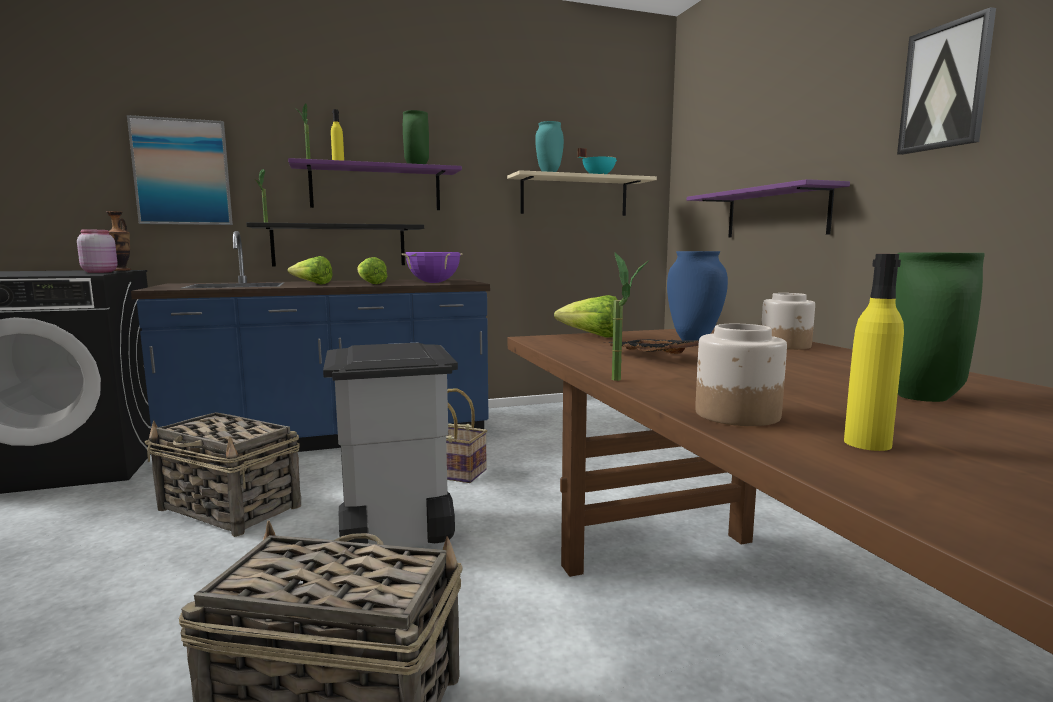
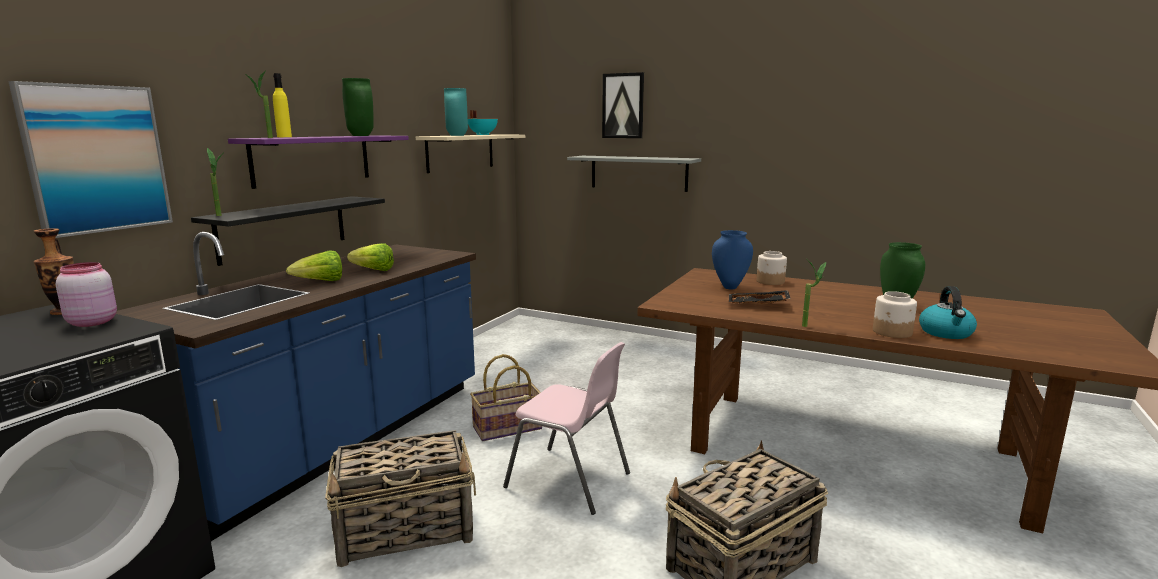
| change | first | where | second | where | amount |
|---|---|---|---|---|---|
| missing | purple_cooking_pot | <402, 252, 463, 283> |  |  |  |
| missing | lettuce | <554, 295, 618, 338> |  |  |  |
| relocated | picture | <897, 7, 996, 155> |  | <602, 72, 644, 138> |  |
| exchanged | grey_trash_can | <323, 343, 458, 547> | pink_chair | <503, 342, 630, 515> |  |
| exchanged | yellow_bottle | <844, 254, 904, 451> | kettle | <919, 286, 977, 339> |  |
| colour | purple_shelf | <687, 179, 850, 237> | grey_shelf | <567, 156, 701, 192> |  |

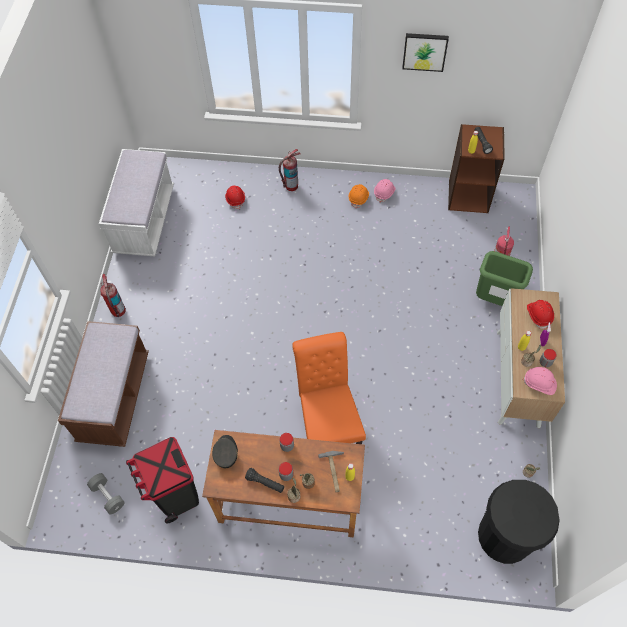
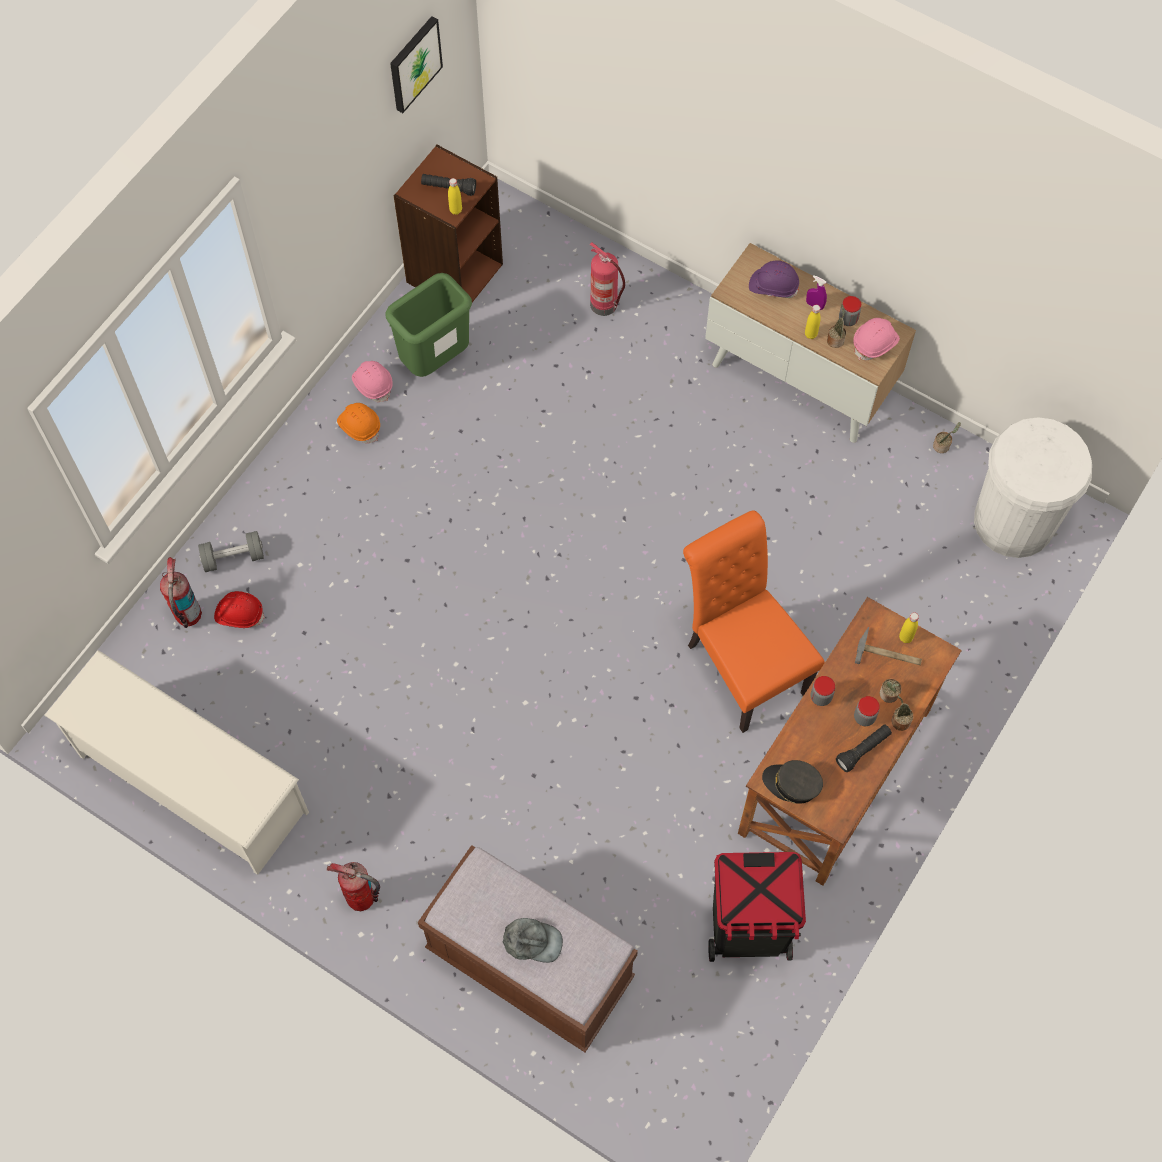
| change | first | where | second | where | amount |
|---|---|---|---|---|---|
| appeared |  |  | grey_cap | <503, 918, 563, 963> |  |
| relocated | grey_dumbbell | <87, 473, 125, 514> |  | <198, 531, 264, 572> |  |
| relocated | fire_extinguisher | <279, 149, 300, 191> |  | <160, 557, 202, 628> |  |
| relocated | picture | <402, 33, 449, 72> |  | <390, 16, 443, 113> |  |
| relocated | green_trash_can | <476, 251, 533, 306> |  | <385, 273, 472, 377> |  |
| exchanged | white_bench | <99, 149, 174, 257> | white_shoe_rack | <44, 650, 309, 875> |  |
| colour | black_trash_can | <478, 480, 560, 564> | white_trash_can | <974, 417, 1092, 558> |  |
| colour | red_hard_hat | <527, 300, 554, 329> | purple_hard_hat | <749, 260, 799, 298> |  |
| spun | orange_chair | <292, 332, 366, 444> |  | <683, 510, 825, 733> | 45 degrees clockwise |

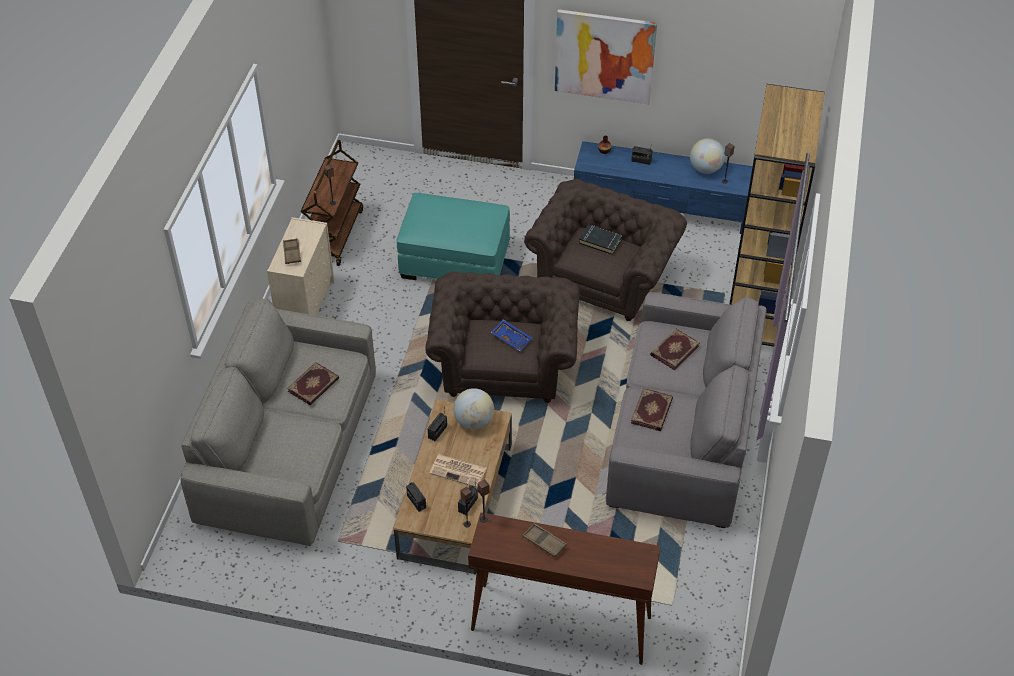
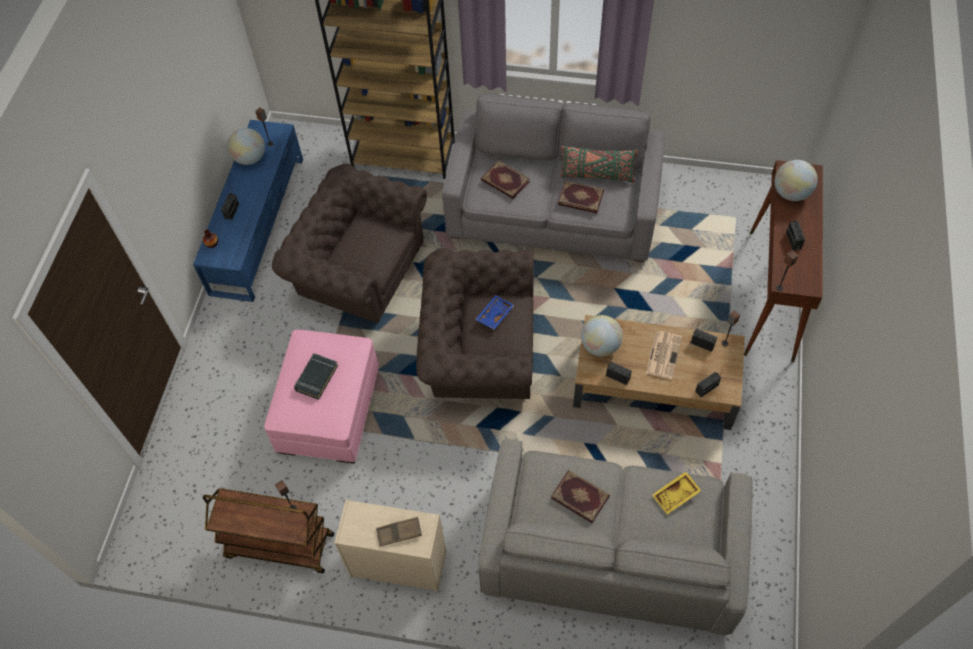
| change | first | where | second | where | amount |
|---|---|---|---|---|---|
| missing | picture | <555, 9, 657, 104> |  |  |  |
| appeared |  |  | green_pillow | <560, 146, 638, 183> |  |
| appeared |  |  | yellow_tray | <652, 472, 701, 514> |  |
| appeared |  |  | globe | <774, 160, 818, 201> |  |
| relocated | black_book | <579, 224, 622, 255> |  | <294, 353, 338, 400> |  |
| exchanged | brown_tray | <522, 523, 567, 557> | radio | <786, 220, 805, 250> |  |
| colour | turquoise_ottoman | <397, 193, 510, 280> | pink_ottoman | <264, 329, 379, 464> |  |

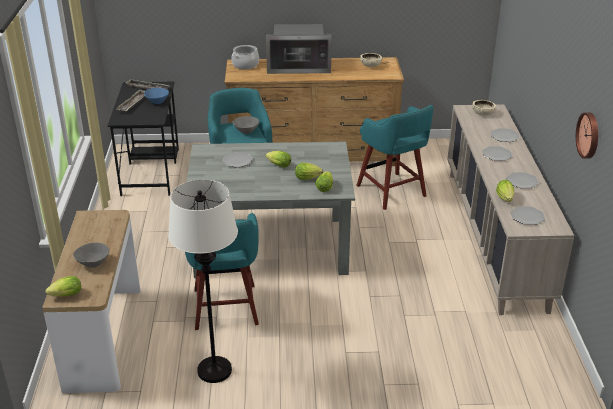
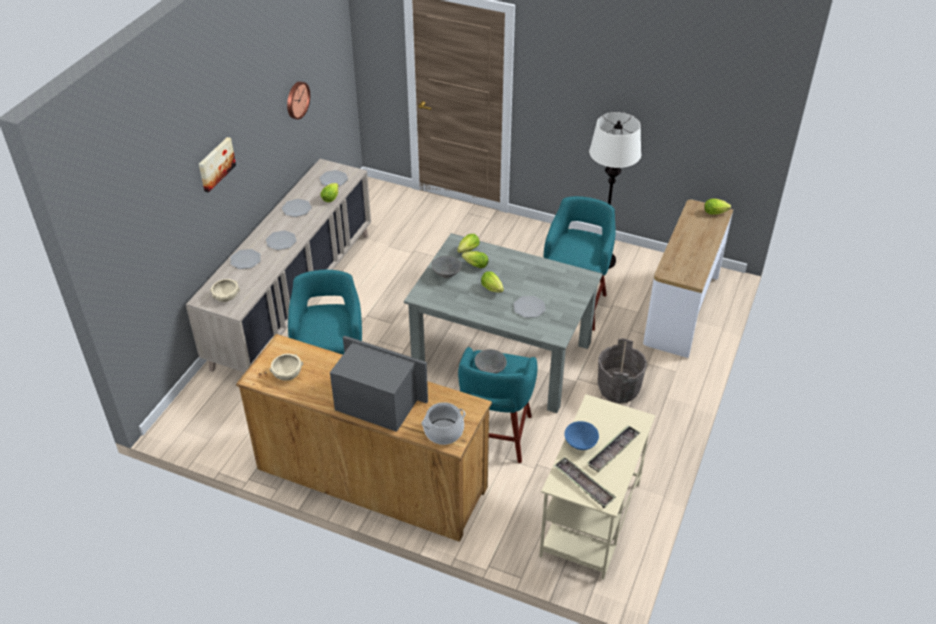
| change | first | where | second | where | amount |
|---|---|---|---|---|---|
| appeared |  |  | picture | <199, 137, 236, 193> |  |
| appeared |  |  | grey_bucket | <598, 338, 647, 403> |  |
| relocated | grey_bowl | <73, 242, 109, 268> |  | <432, 256, 462, 278> |  |
| colour | black_desk | <107, 82, 179, 196> | beige_desk | <539, 394, 655, 580> |  |

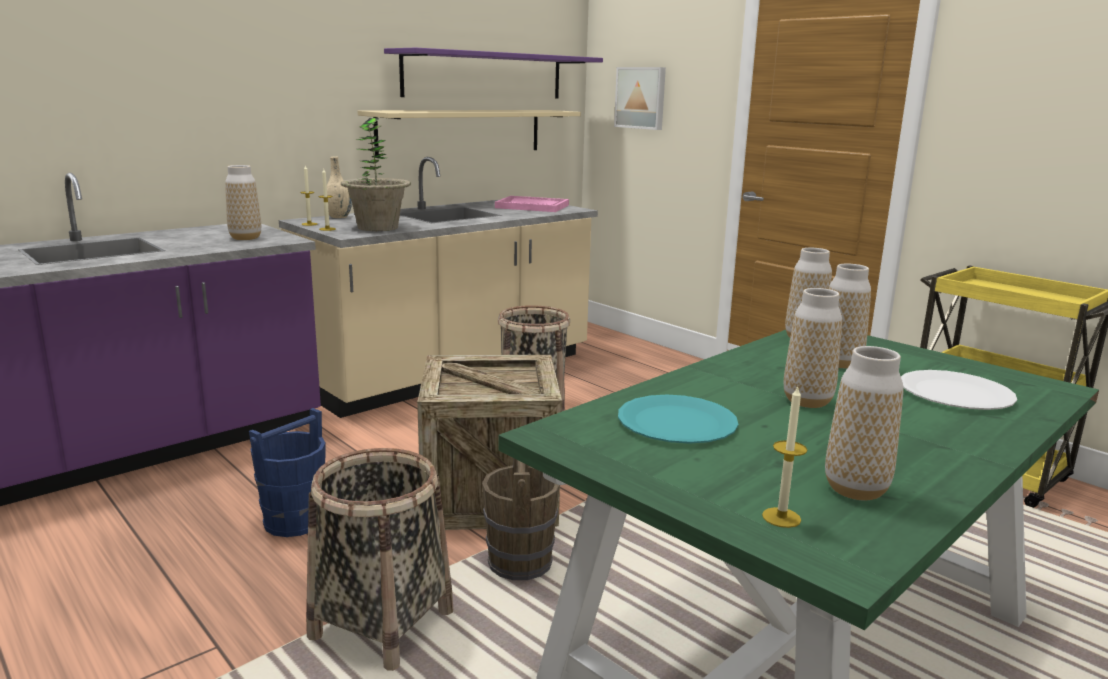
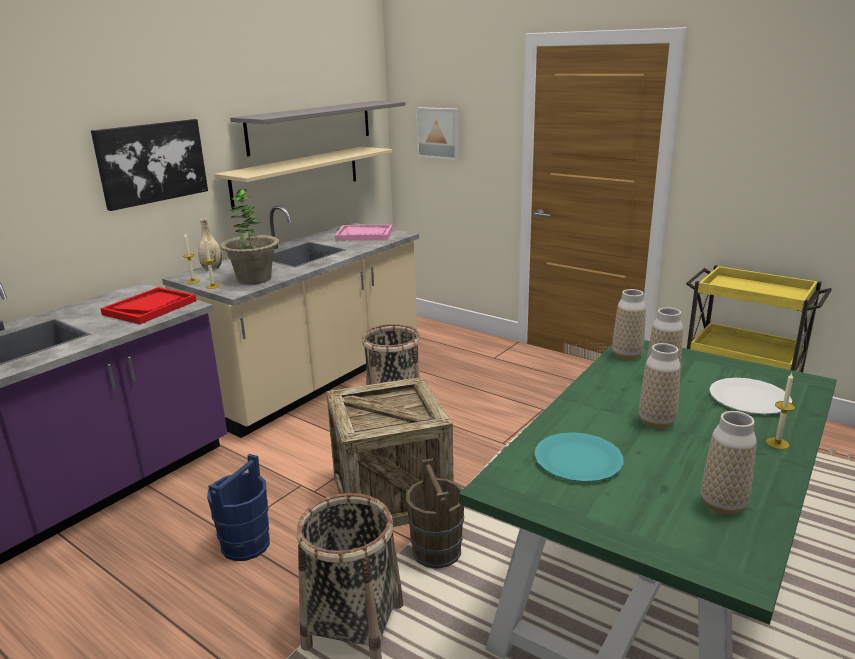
| change | first | where | second | where | amount |
|---|---|---|---|---|---|
| appeared |  |  | picture | <91, 119, 208, 211> |  |
| relocated | candle | <762, 386, 807, 528> |  | <766, 373, 795, 449> |  |
| exchanged | vase | <225, 165, 261, 240> | red_tray | <100, 287, 197, 324> |  |
| colour | purple_shelf | <384, 48, 603, 99> | grey_shelf | <230, 101, 405, 156> |  |

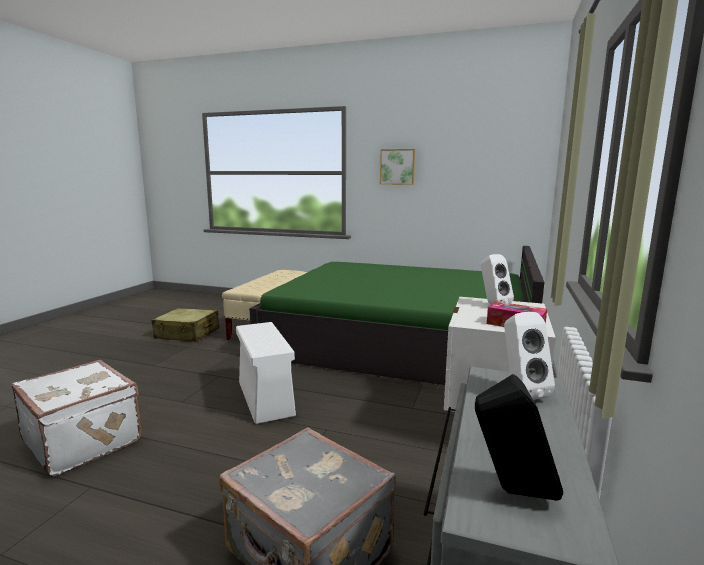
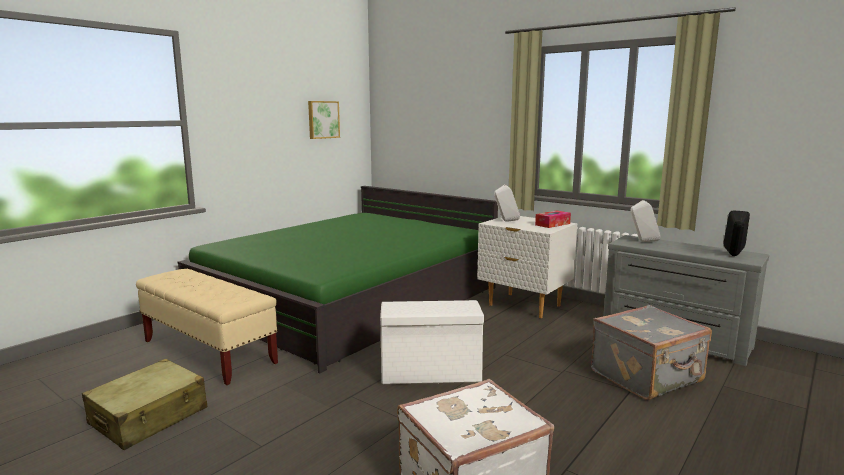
| change | first | where | second | where | amount |
|---|---|---|---|---|---|
| relocated | picture | <380, 149, 415, 185> |  | <308, 101, 340, 139> |  |

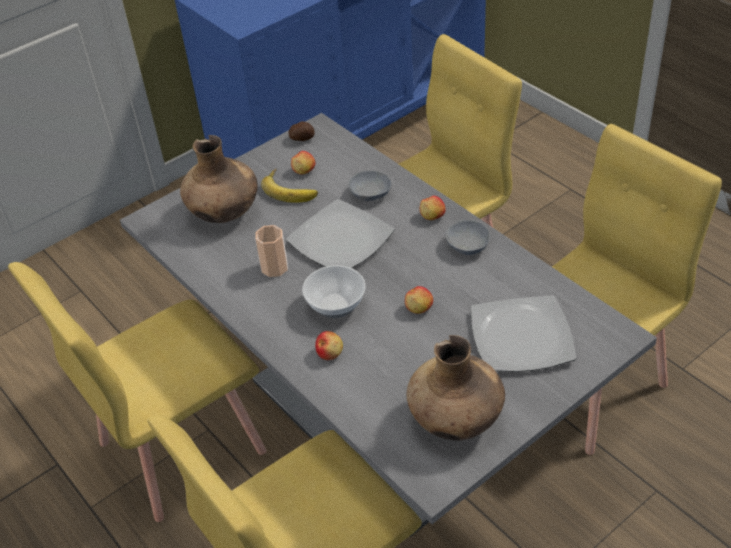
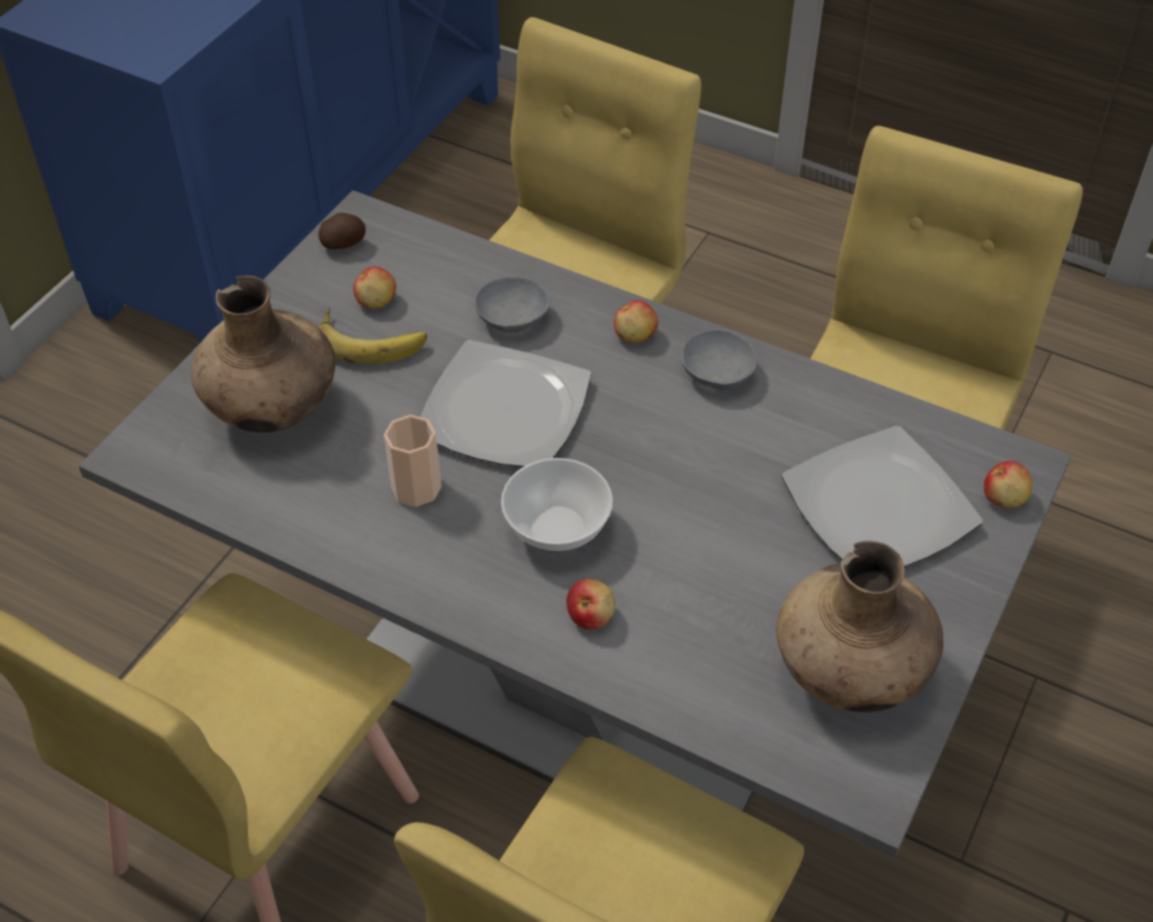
| change | first | where | second | where | amount |
|---|---|---|---|---|---|
| relocated | apple | <405, 286, 433, 314> |  | <984, 461, 1033, 508> |  |

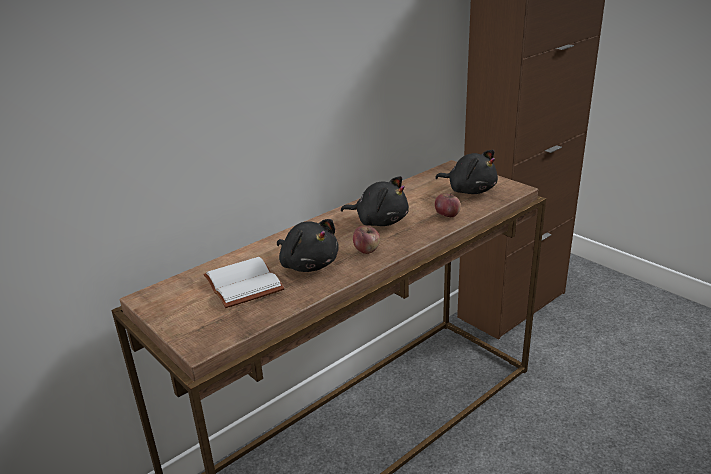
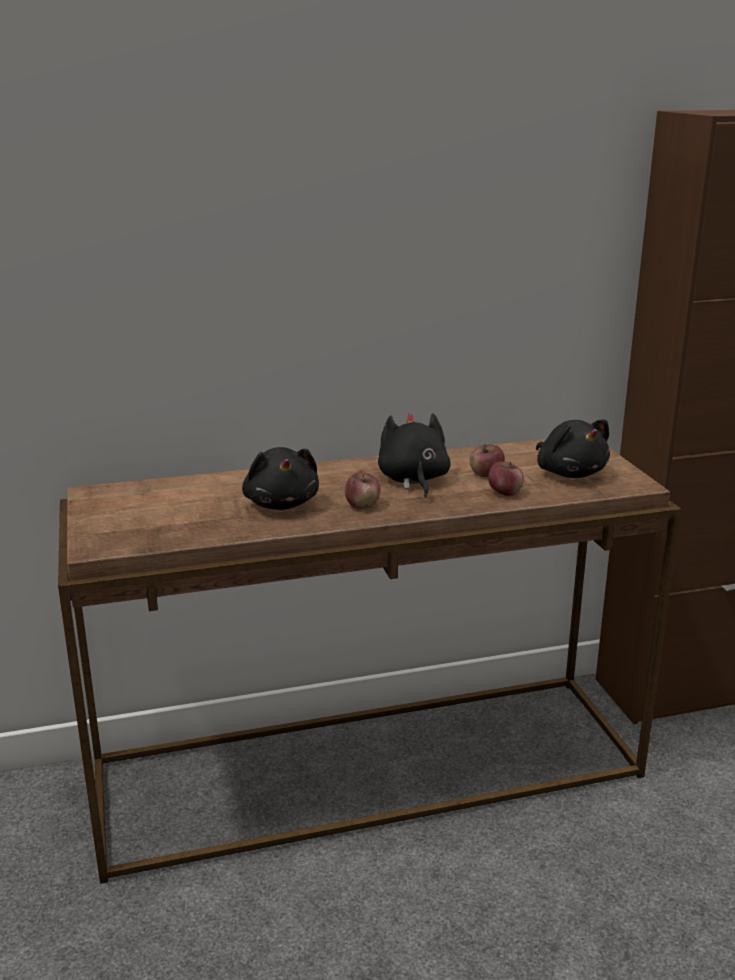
| change | first | where | second | where | amount |
|---|---|---|---|---|---|
| missing | white_book | <203, 257, 285, 308> |  |  |  |
| appeared |  |  | apple | <470, 444, 505, 477> |  |
| spun | black_plush_toy | <341, 176, 409, 226> |  | <378, 413, 451, 498> | 150 degrees counterclockwise |

